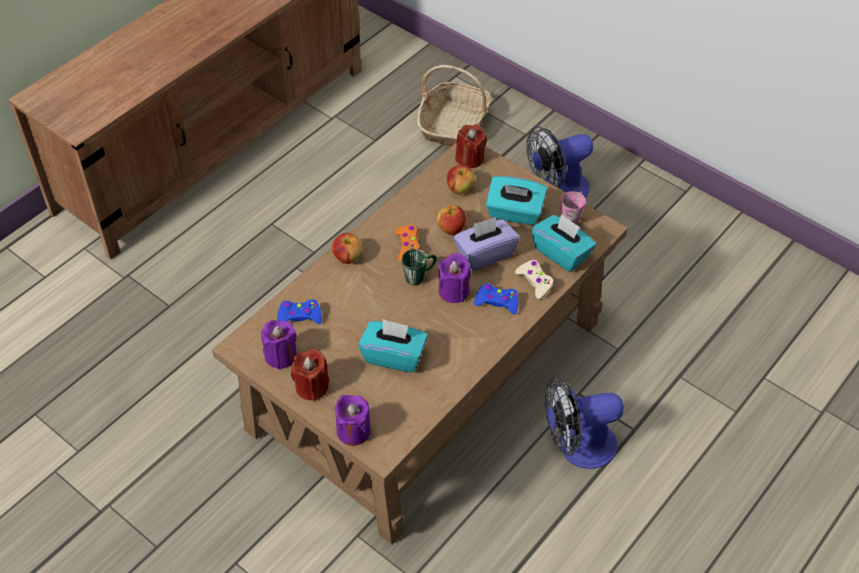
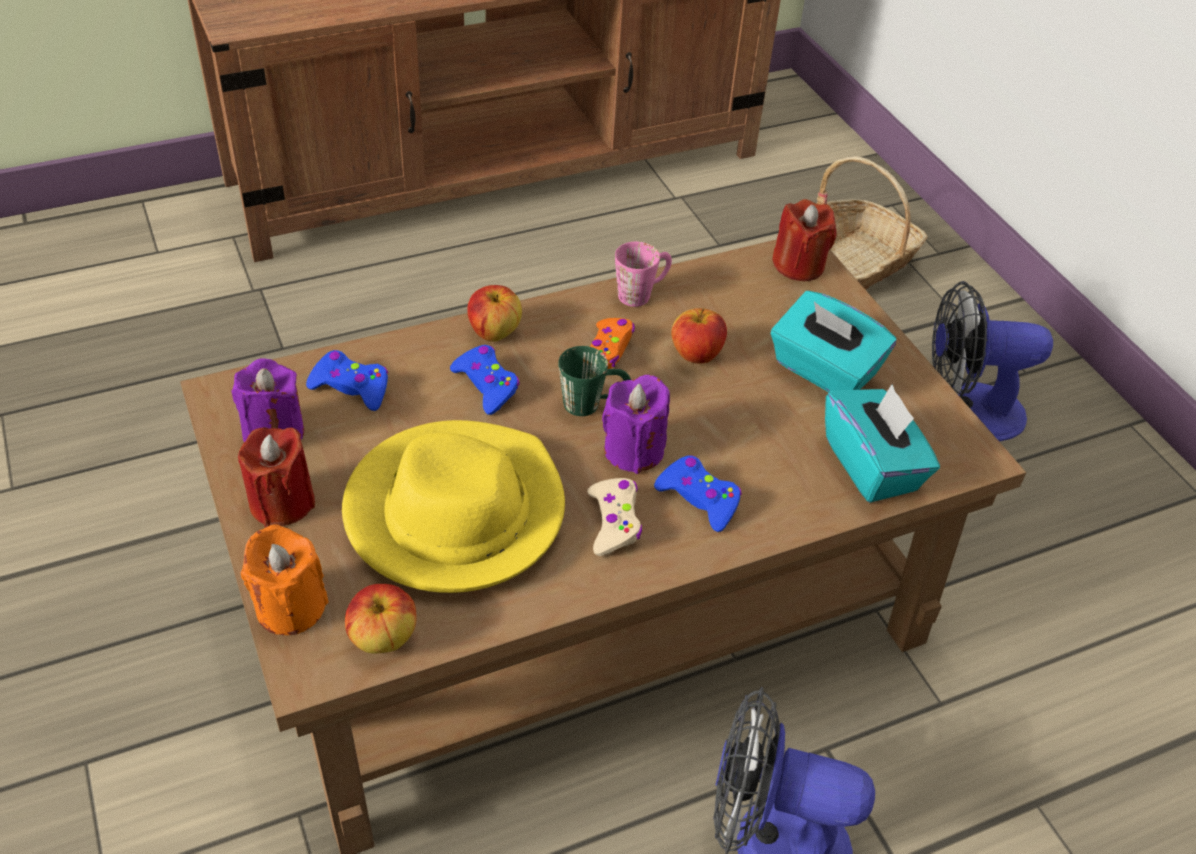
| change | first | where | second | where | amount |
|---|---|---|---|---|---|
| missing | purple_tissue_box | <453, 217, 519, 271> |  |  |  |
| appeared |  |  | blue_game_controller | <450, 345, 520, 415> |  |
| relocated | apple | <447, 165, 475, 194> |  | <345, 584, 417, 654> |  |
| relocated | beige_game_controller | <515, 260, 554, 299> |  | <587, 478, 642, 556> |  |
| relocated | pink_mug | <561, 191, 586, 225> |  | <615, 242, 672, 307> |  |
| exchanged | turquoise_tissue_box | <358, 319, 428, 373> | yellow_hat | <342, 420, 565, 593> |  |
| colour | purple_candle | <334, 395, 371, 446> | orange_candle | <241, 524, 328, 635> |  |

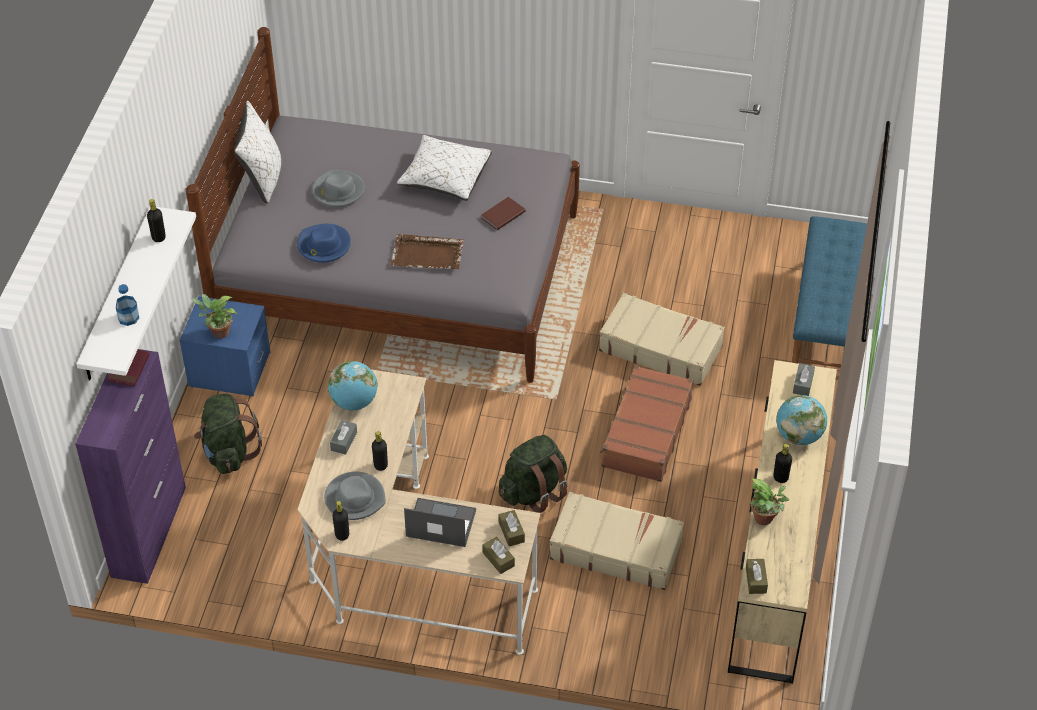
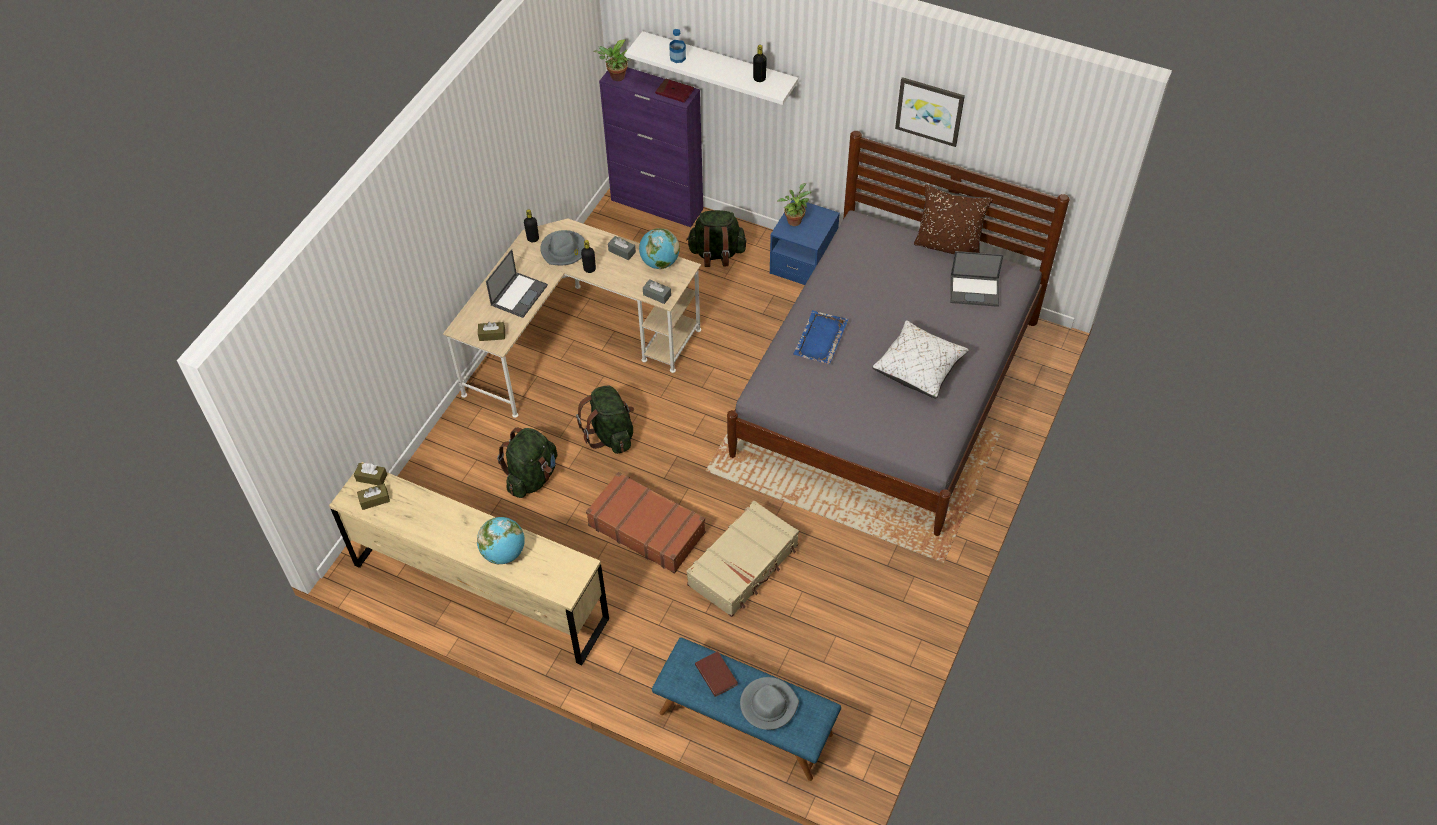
| change | first | where | second | where | amount |
|---|---|---|---|---|---|
| missing | blue_hat | <297, 224, 351, 263> |  |  |  |
| missing | black_bottle | <773, 444, 792, 483> |  |  |  |
| appeared |  |  | picture | <895, 77, 965, 147> |  |
| appeared |  |  | laptop | <950, 251, 1004, 307> |  |
| relocated | grey_hat | <312, 169, 365, 207> |  | <740, 677, 799, 730> |  |
| relocated | brown_book | <481, 197, 526, 230> |  | <695, 651, 738, 697> |  |
| relocated | brown_tissue_box | <482, 537, 515, 574> |  | <357, 484, 390, 510> |  |
| relocated | potted_plant | <750, 479, 789, 525> |  | <593, 39, 631, 81> |  |
| relocated | grey_tissue_box | <793, 363, 815, 396> |  | <643, 279, 671, 304> |  |
| exchanged | beige_suitcase | <549, 492, 684, 590> | green_backpack | <497, 428, 557, 498> |  |
| colour | white_pillow | <234, 101, 281, 203> | brown_pillow | <914, 184, 993, 254> |  |
| colour | brown_tray | <390, 234, 464, 269> | blue_tray | <793, 310, 848, 364> |  |

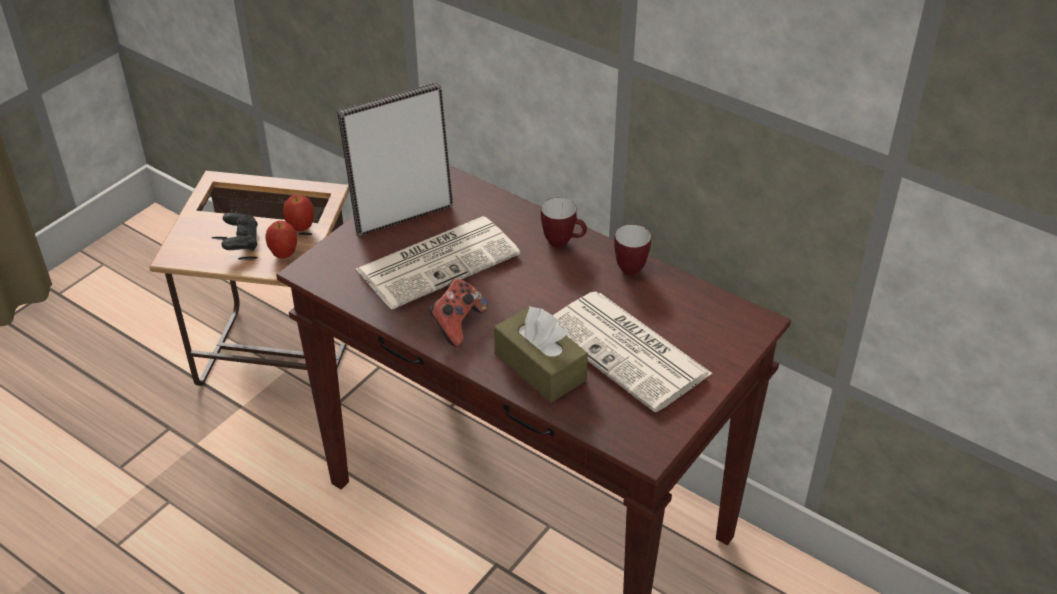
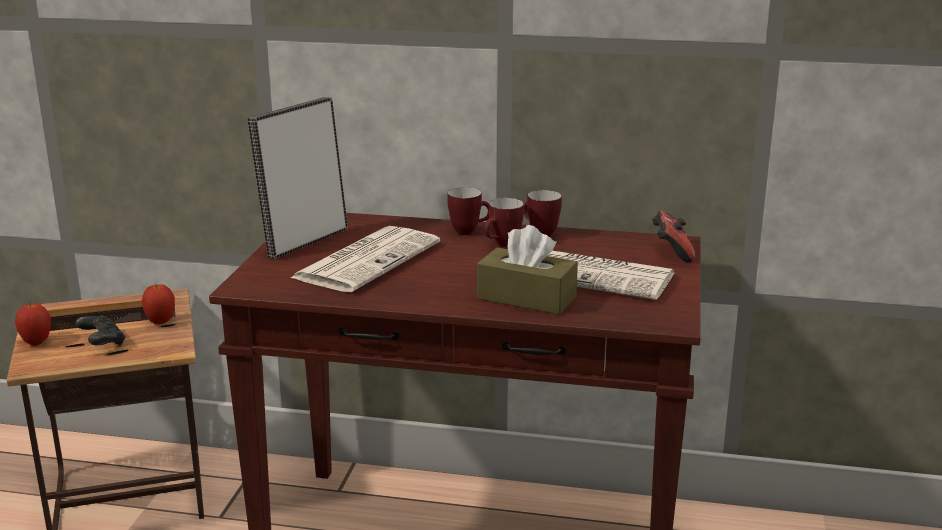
| change | first | where | second | where | amount |
|---|---|---|---|---|---|
| appeared |  |  | mug | <484, 198, 524, 247> |  |
| relocated | apple | <265, 221, 297, 259> |  | <15, 302, 51, 346> |  |
| relocated | game_controller | <429, 279, 488, 347> |  | <652, 210, 695, 262> |  |

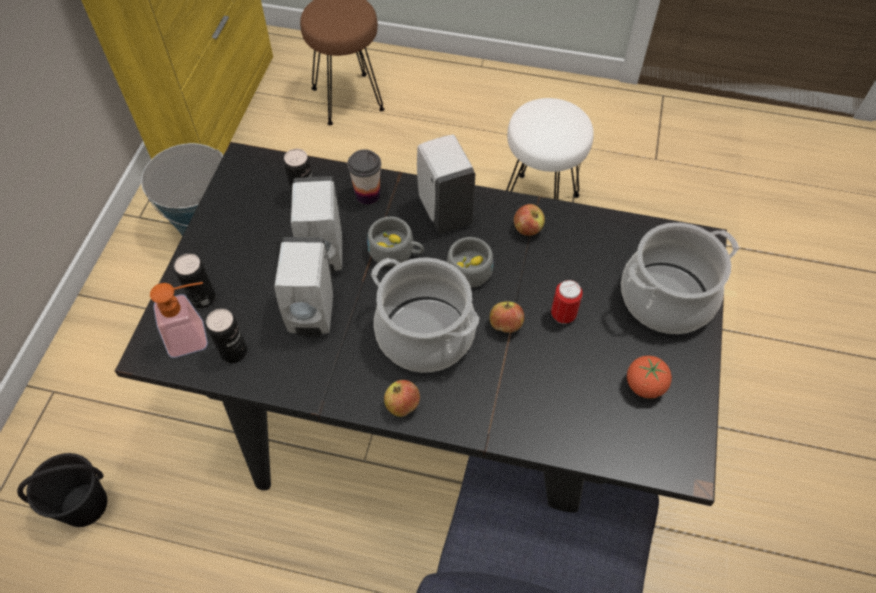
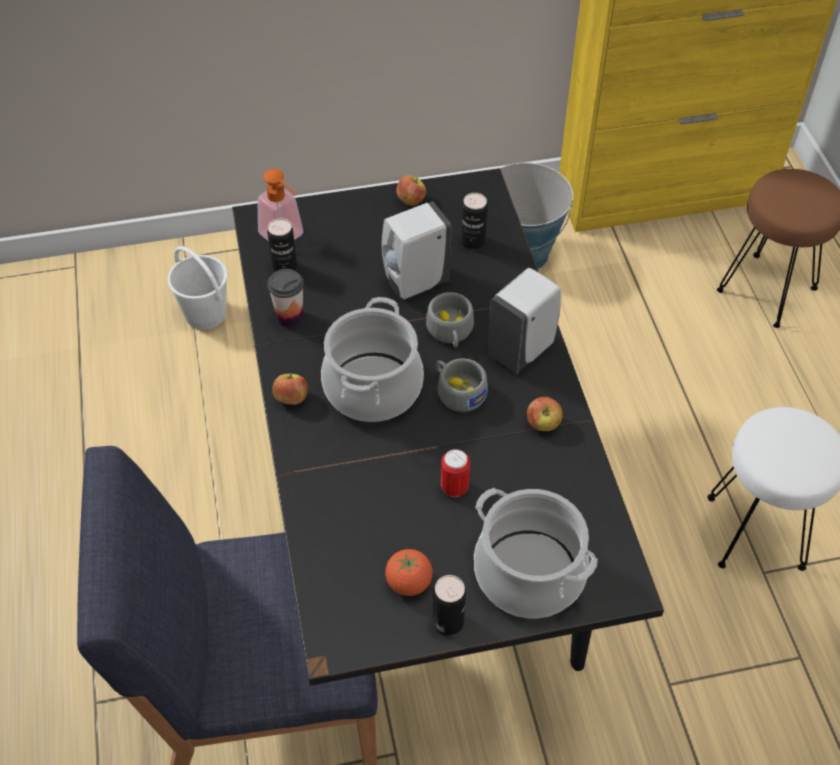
| change | first | where | second | where | amount |
|---|---|---|---|---|---|
| missing | white_soap_dispenser | <274, 237, 334, 337> |  |  |  |
| relocated | can | <174, 254, 216, 308> |  | <433, 575, 466, 636> |  |
| relocated | cup | <347, 149, 381, 205> |  | <267, 269, 304, 327> |  |
| relocated | apple | <490, 302, 524, 333> |  | <396, 175, 426, 206> |  |
| colour | black_bucket | <17, 453, 107, 527> | white_bucket | <168, 246, 228, 330> |  |

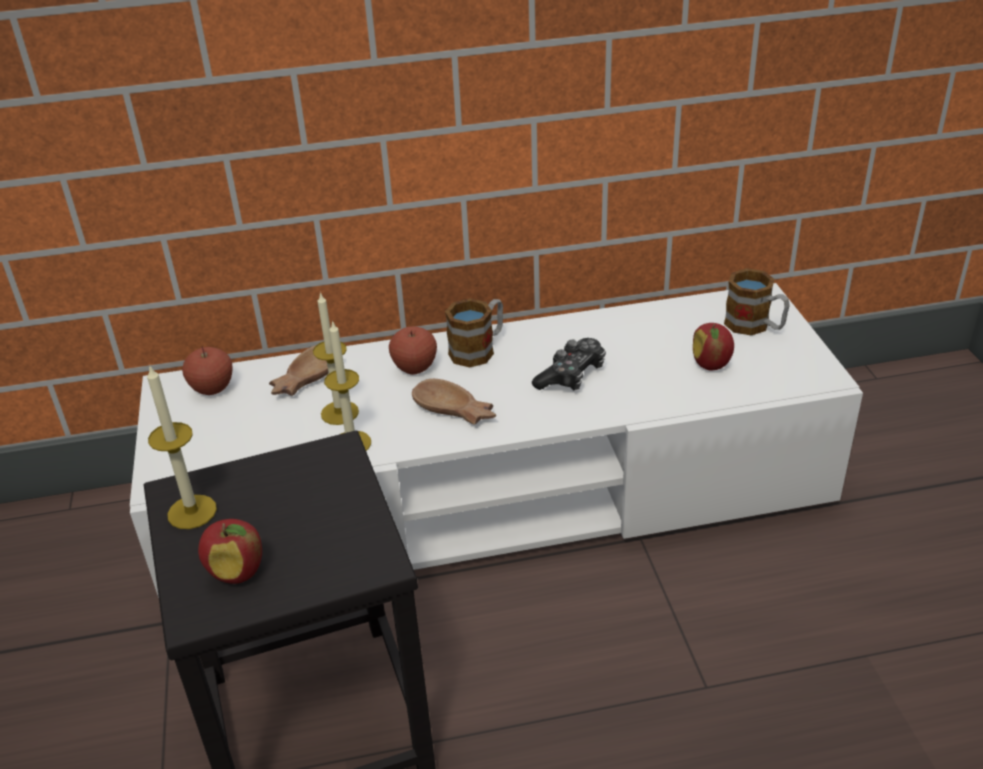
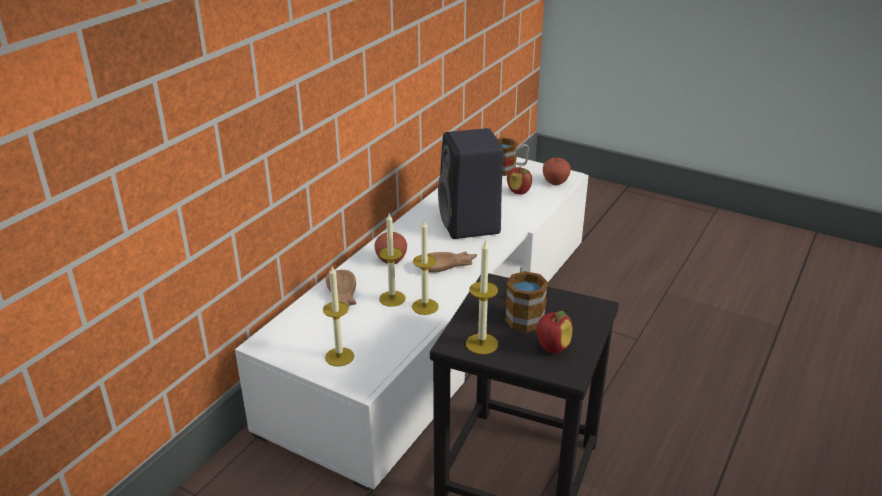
| change | first | where | second | where | amount |
|---|---|---|---|---|---|
| appeared |  |  | candle | <323, 267, 354, 367> |  |
| relocated | apple | <182, 346, 233, 395> |  | <543, 157, 571, 185> |  |
| relocated | mug | <445, 298, 503, 368> |  | <505, 267, 548, 332> |  |
| exchanged | game_controller | <532, 338, 606, 390> | black_speaker | <438, 128, 504, 239> |  |

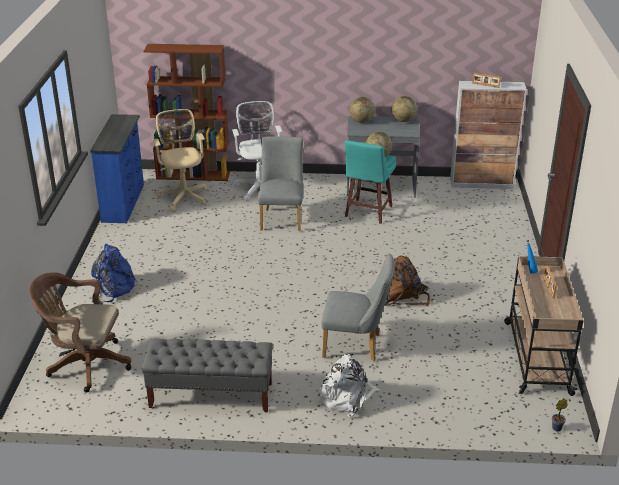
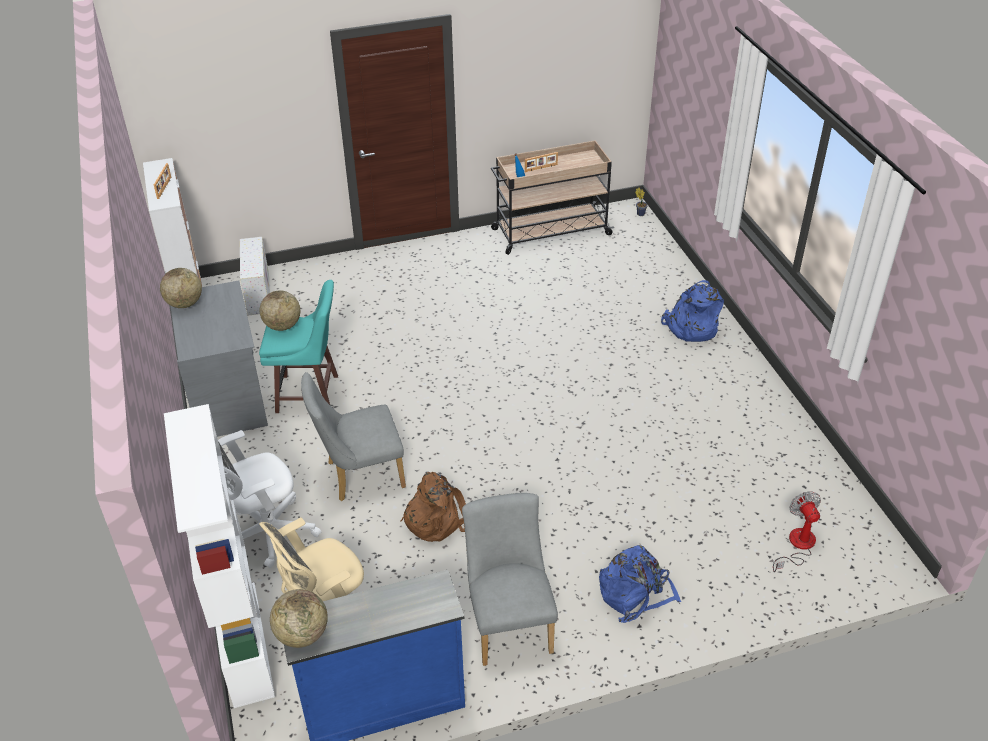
| change | first | where | second | where | amount |
|---|---|---|---|---|---|
| missing | grey_bench | <142, 339, 273, 412> |  |  |  |
| appeared |  |  | white_storage_box | <240, 237, 270, 316> |  |
| relocated | grey_chair | <321, 254, 395, 361> |  | <462, 493, 558, 666> |  |
| relocated | globe | <349, 97, 375, 123> |  | <270, 589, 328, 648> |  |
| relocated | brown_backpack | <385, 256, 430, 306> |  | <400, 472, 466, 542> |  |
| exchanged | brown_office_chair | <30, 272, 131, 393> | fan | <773, 491, 821, 572> |  |
| colour | brown_bookcase | <143, 44, 230, 181> | white_bookcase | <164, 404, 275, 708> |  |
| colour | white_backpack | <320, 354, 380, 417> | blue_backpack | <661, 280, 724, 342> |  |

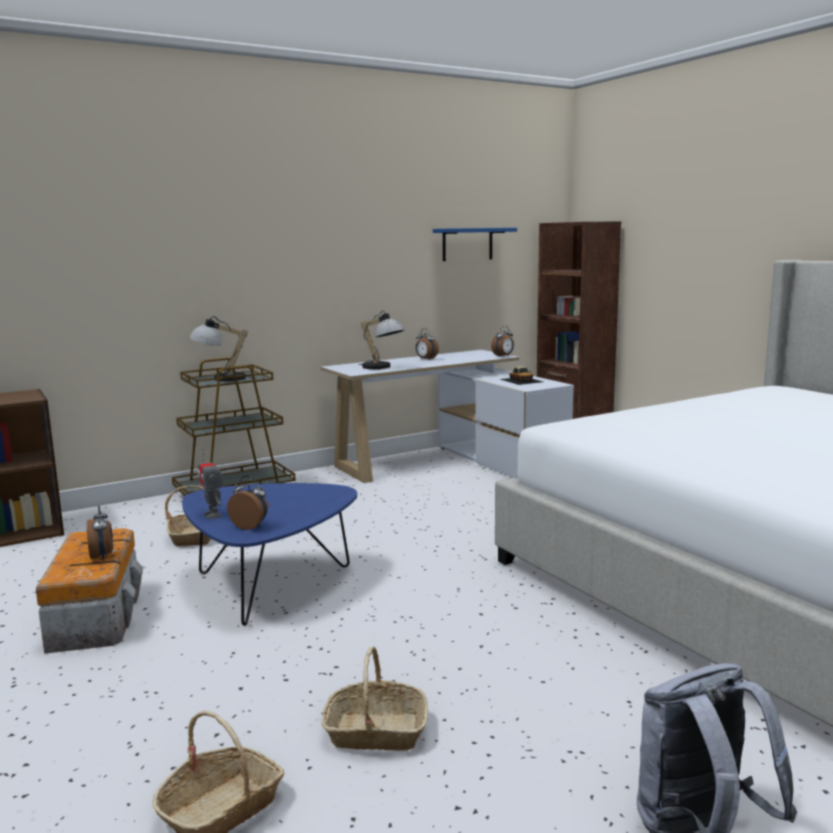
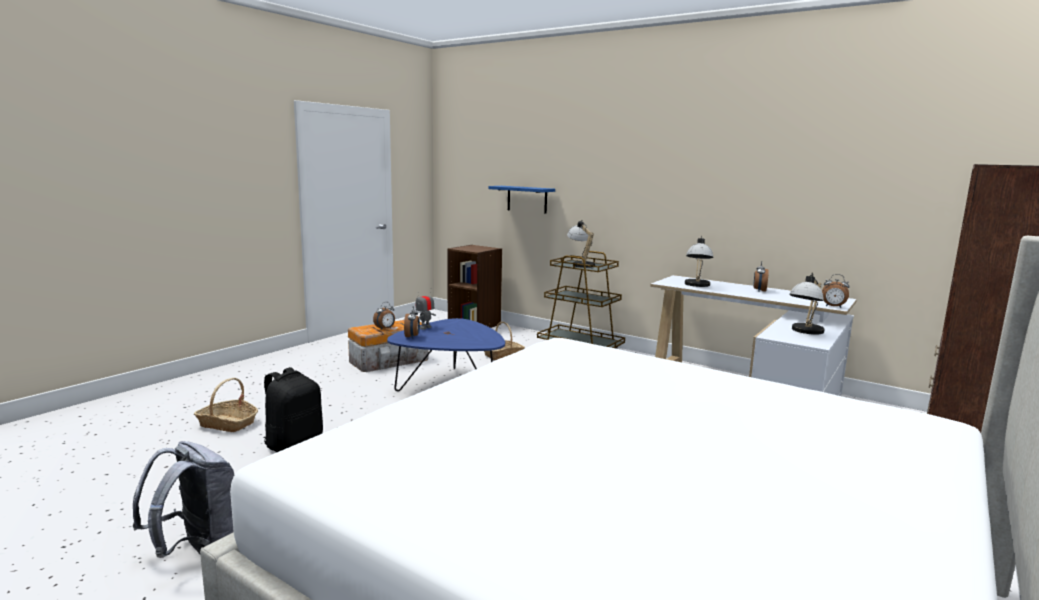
| change | first | where | second | where | amount |
|---|---|---|---|---|---|
| relocated | blue_shelf | <433, 228, 517, 261> |  | <488, 186, 555, 213> |  |
| exchanged | basket | <322, 646, 428, 751> | black_backpack | <264, 367, 323, 452> |  |
| exchanged | toy_car | <500, 366, 543, 385> | table_lamp | <789, 273, 825, 335> |  |

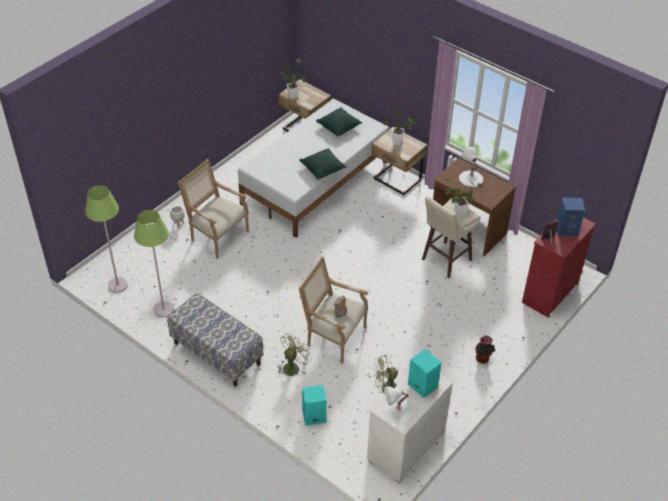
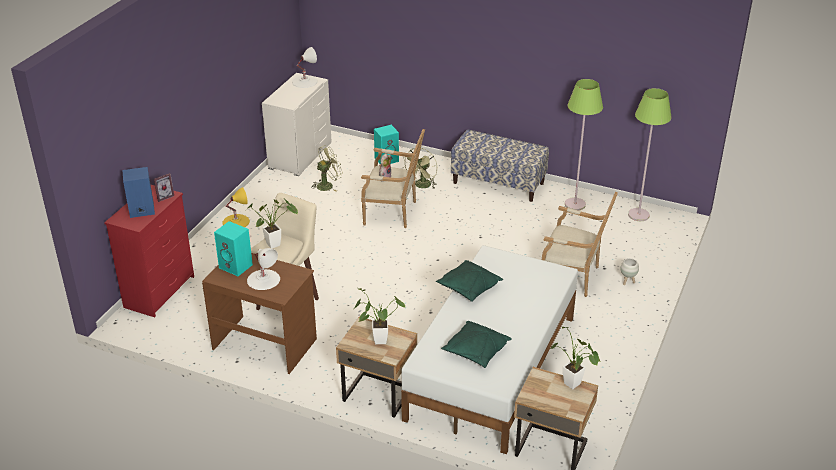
| change | first | where | second | where | amount |
|---|---|---|---|---|---|
| relocated | turquoise_speaker | <408, 349, 442, 398> |  | <214, 221, 253, 276> |  |
| exchanged | potted_plant | <475, 335, 495, 363> | yellow_table_lamp | <222, 187, 250, 227> |  |

